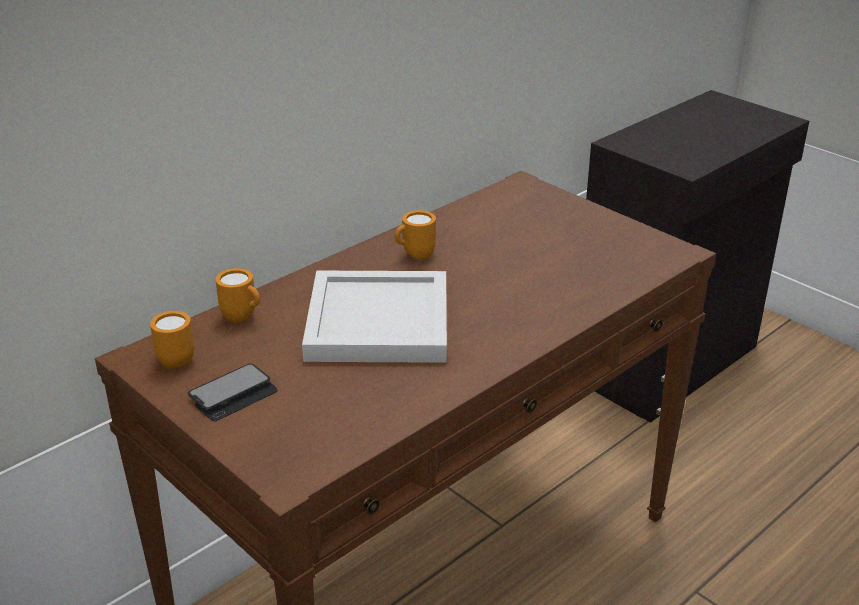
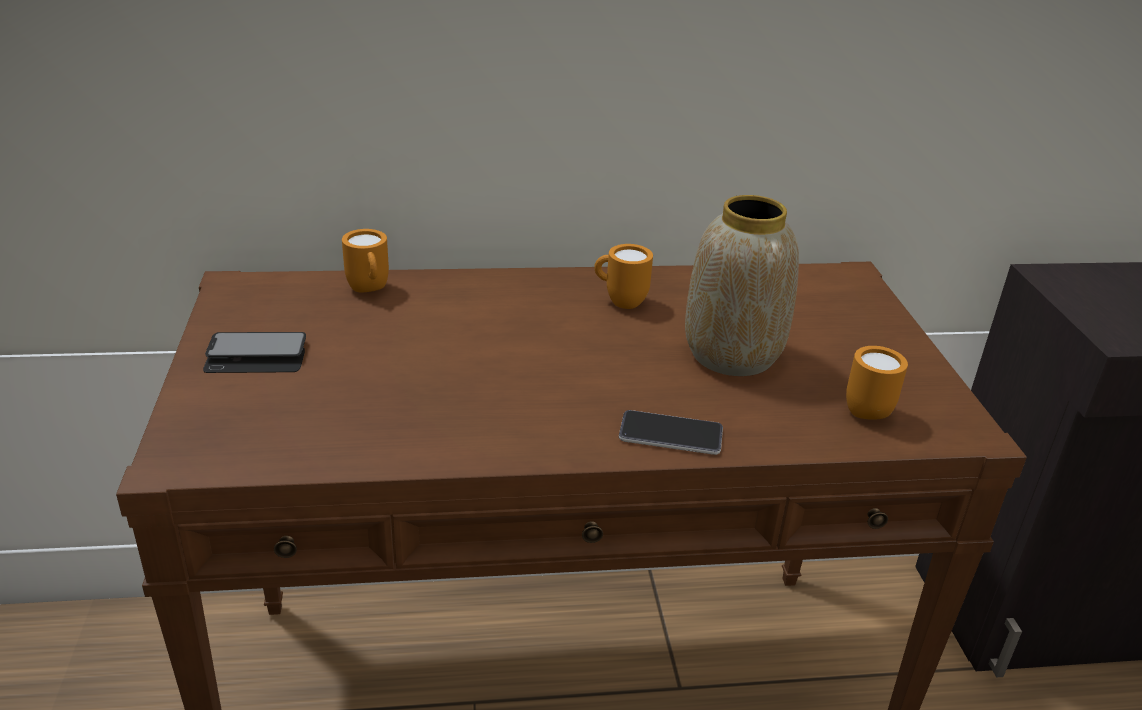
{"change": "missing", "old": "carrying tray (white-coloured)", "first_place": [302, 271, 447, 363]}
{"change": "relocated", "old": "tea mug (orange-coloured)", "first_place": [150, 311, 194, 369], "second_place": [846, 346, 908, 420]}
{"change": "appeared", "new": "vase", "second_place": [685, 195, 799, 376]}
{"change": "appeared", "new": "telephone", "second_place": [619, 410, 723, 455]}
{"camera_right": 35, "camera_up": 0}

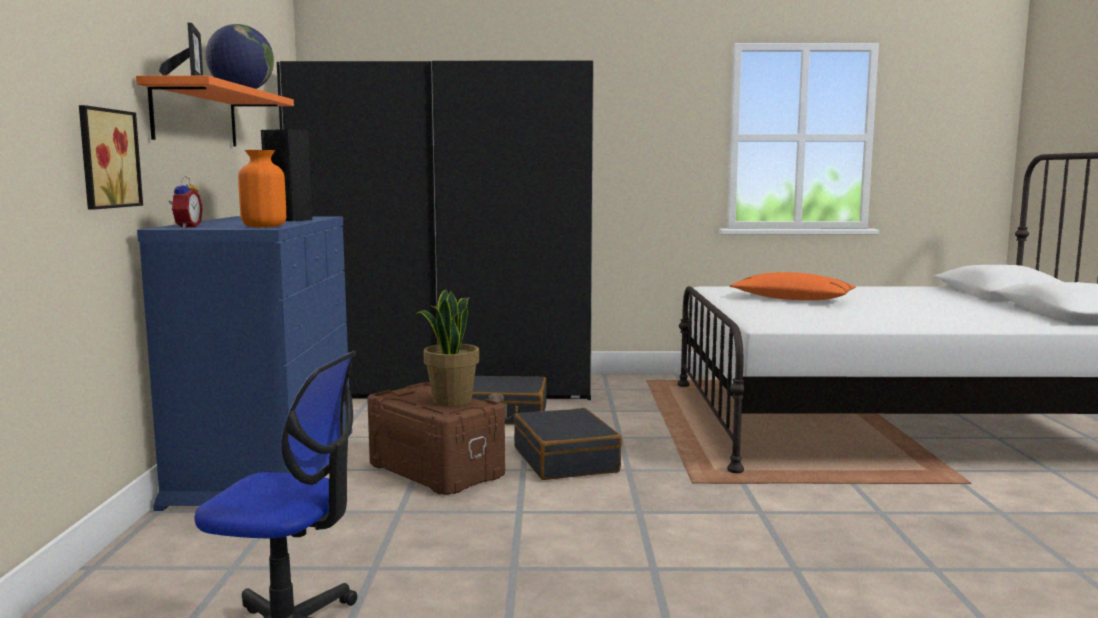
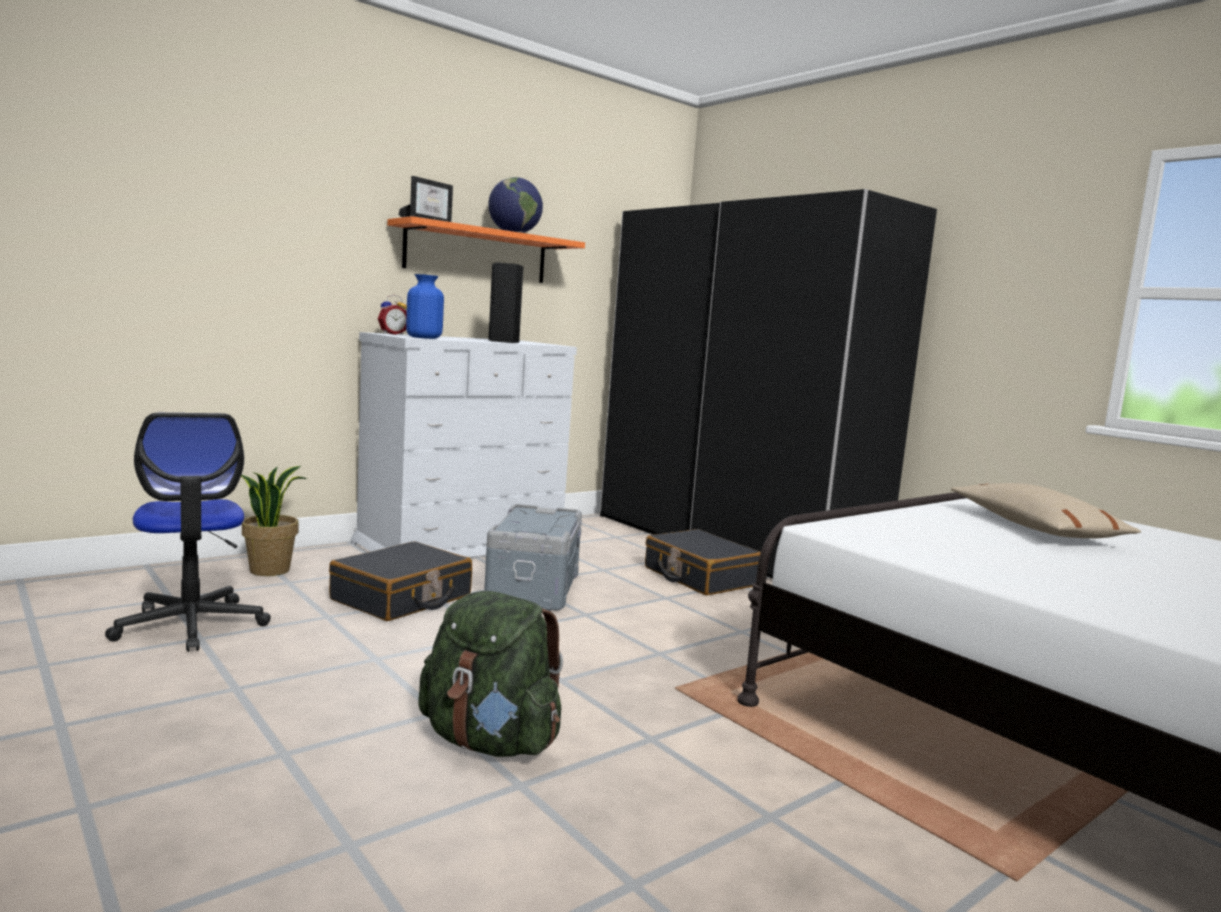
{"change": "missing", "old": "wall picture", "first_place": [79, 105, 143, 210]}
{"change": "colour", "old": "vase (orange-coloured)", "new": "vase (blue-coloured)", "first_place": [238, 150, 286, 227], "second_place": [406, 274, 444, 339]}
{"change": "colour", "old": "dresser (blue-coloured)", "new": "dresser (white-coloured)", "first_place": [137, 216, 352, 511], "second_place": [350, 332, 577, 557]}
{"change": "colour", "old": "pillow (orange-coloured)", "new": "pillow (sand-coloured)", "first_place": [729, 272, 856, 300], "second_place": [951, 483, 1141, 538]}
{"change": "relocated", "old": "houseplant", "first_place": [415, 289, 479, 407], "second_place": [241, 466, 307, 576]}
{"change": "colour", "old": "storage container (brown-coloured)", "new": "storage container (grey)", "first_place": [367, 382, 505, 495], "second_place": [484, 504, 582, 611]}
{"change": "relocated", "old": "piece of luggage (black)", "first_place": [514, 408, 622, 480], "second_place": [329, 541, 472, 621]}
{"change": "appeared", "new": "knapsack (green-coloured)", "second_place": [418, 591, 563, 757]}
{"camera_right": 50, "camera_up": 0}

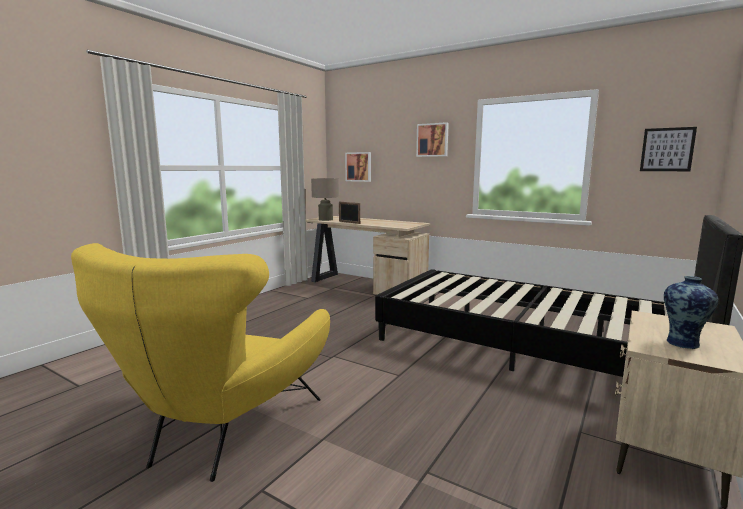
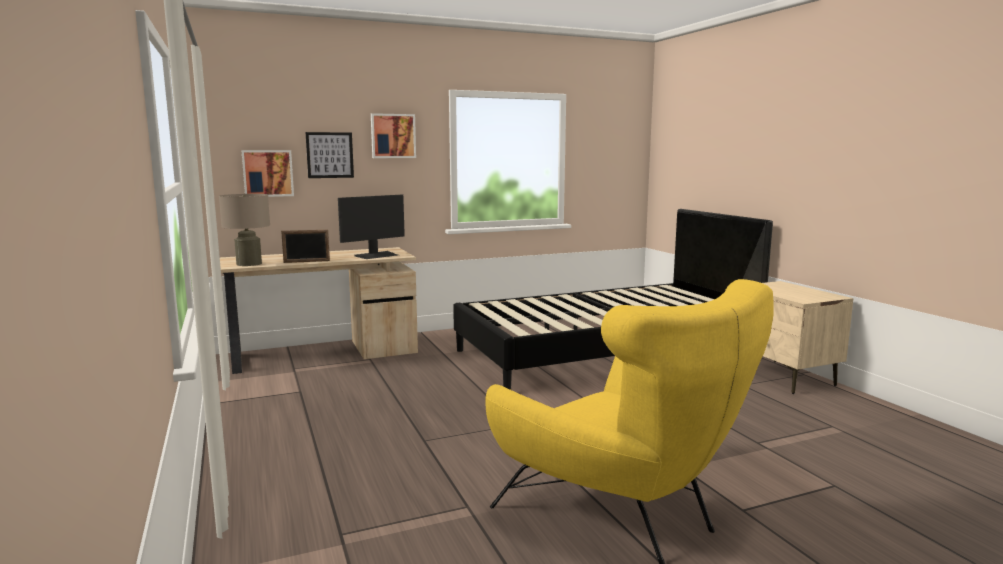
{"change": "relocated", "old": "wall picture", "first_place": [640, 127, 697, 171], "second_place": [305, 132, 354, 178]}
{"change": "missing", "old": "vase", "first_place": [664, 276, 718, 349]}
{"change": "appeared", "new": "computer screen", "second_place": [338, 195, 405, 259]}
{"camera_right": -55, "camera_up": 0}

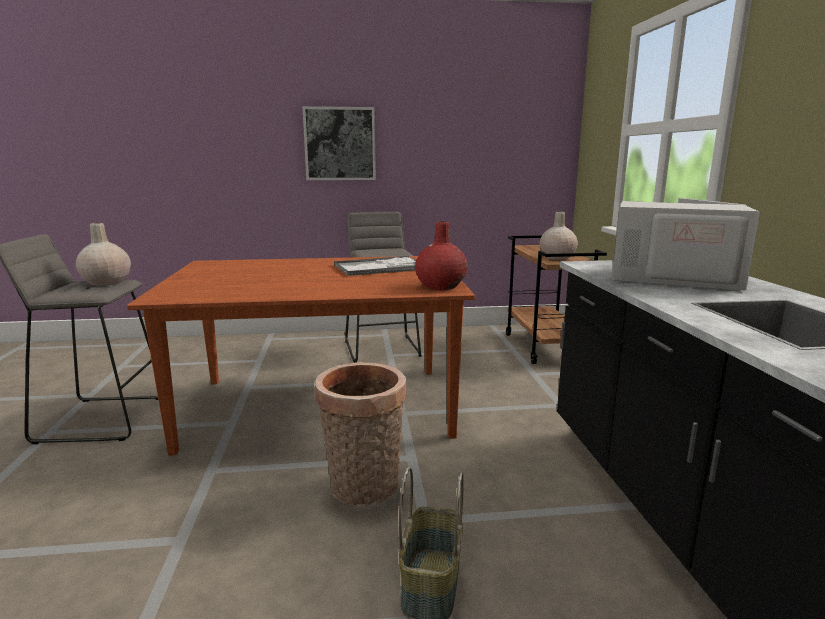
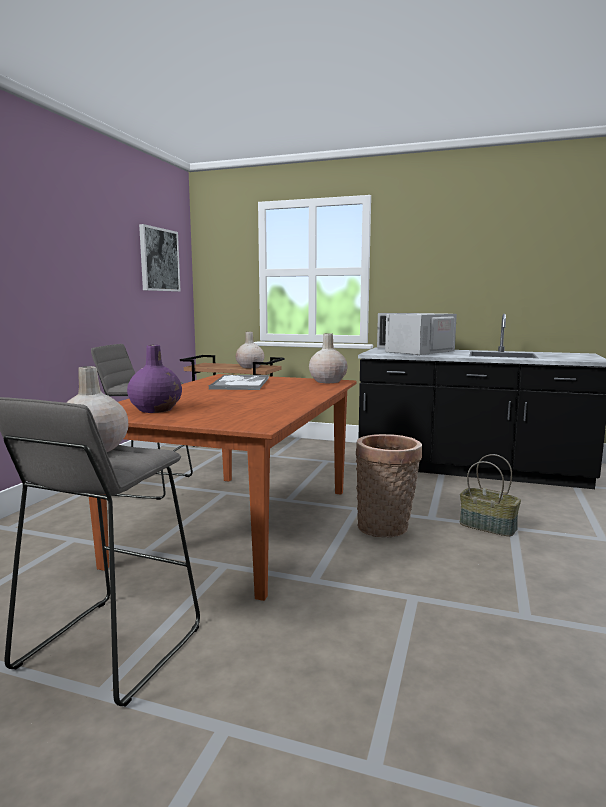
{"change": "relocated", "old": "wall picture", "first_place": [302, 106, 376, 180], "second_place": [139, 224, 181, 291]}
{"change": "colour", "old": "vase (red)", "new": "vase (sand-coloured)", "first_place": [415, 221, 468, 290], "second_place": [309, 333, 347, 383]}
{"change": "appeared", "new": "vase (purplish)", "second_place": [127, 345, 182, 413]}
{"camera_right": -65, "camera_up": -5}

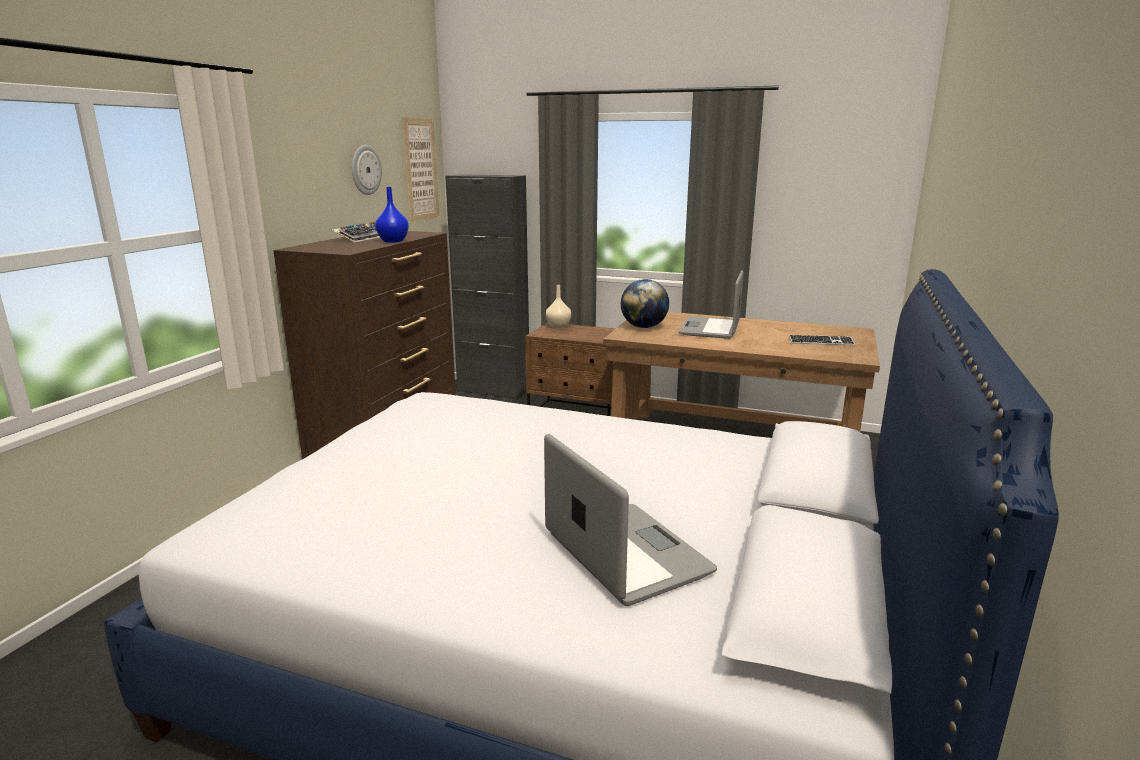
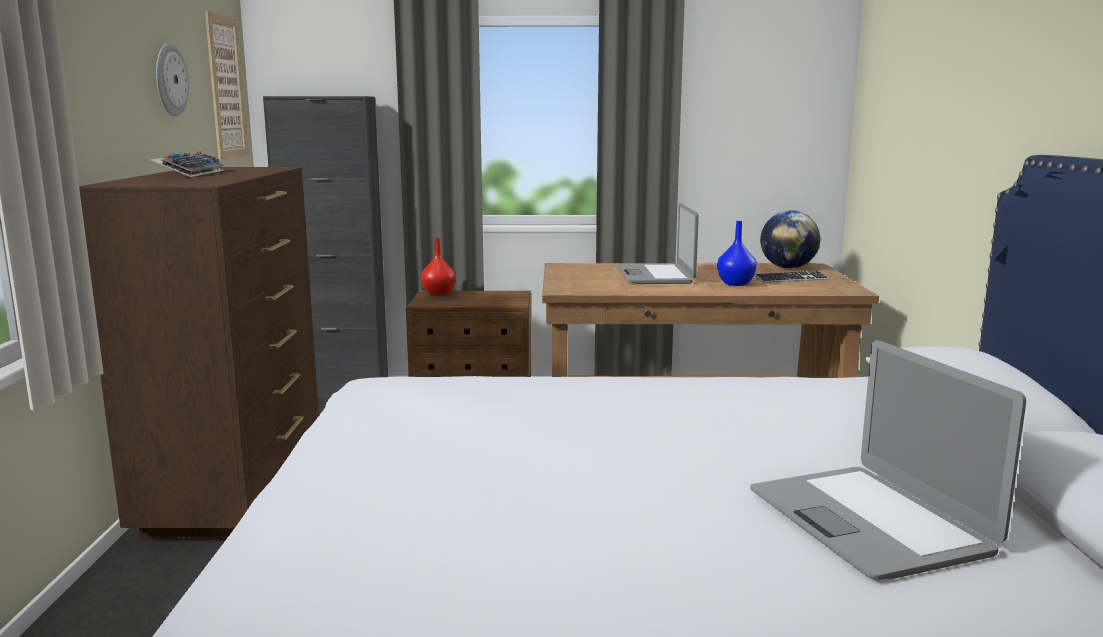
{"change": "relocated", "old": "vase (blue-coloured)", "first_place": [375, 187, 409, 243], "second_place": [717, 221, 757, 286]}
{"change": "relocated", "old": "world globe", "first_place": [621, 279, 669, 328], "second_place": [760, 210, 820, 269]}
{"change": "colour", "old": "vase (sand-coloured)", "new": "vase (red)", "first_place": [546, 285, 571, 328], "second_place": [421, 238, 456, 296]}
{"change": "spun", "old": "portable computer", "first_place": [544, 434, 717, 606], "second_place": [750, 340, 1026, 579], "degrees": -150}
{"camera_right": -20, "camera_up": -5}

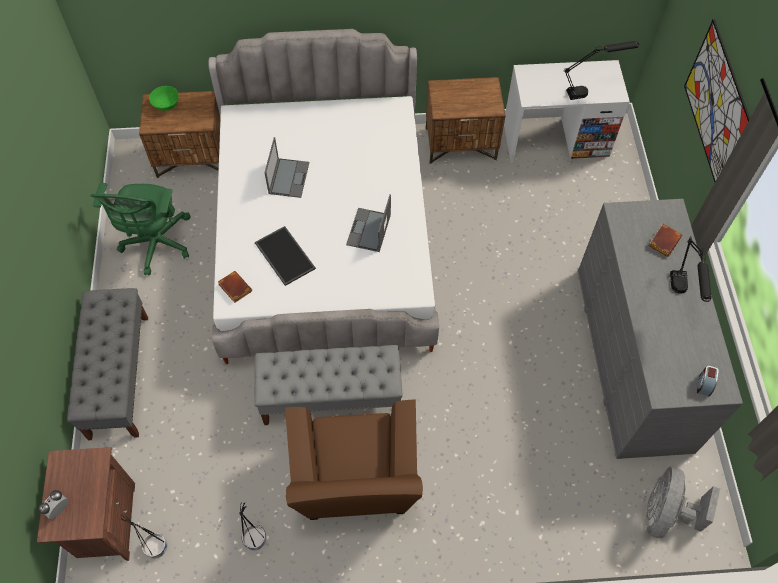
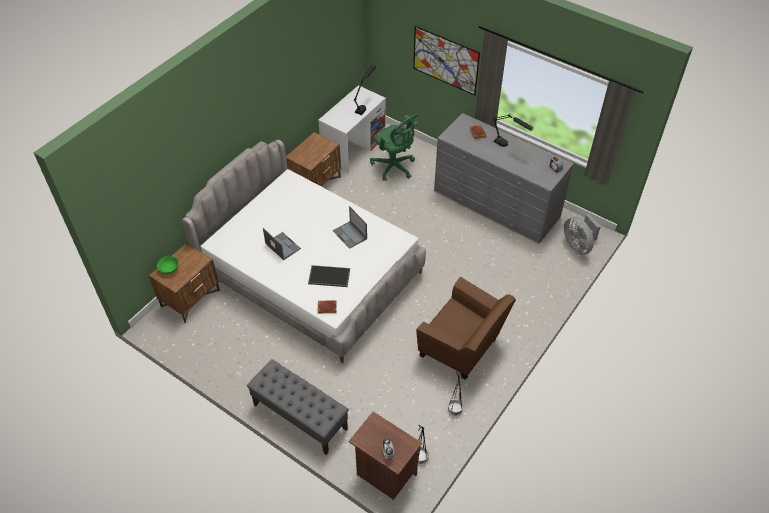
{"change": "relocated", "old": "desk chair (green-coloured)", "first_place": [91, 183, 190, 275], "second_place": [370, 114, 419, 181]}
{"change": "missing", "old": "long seat (grey)", "first_place": [254, 345, 403, 425]}
{"camera_right": -50, "camera_up": -10}

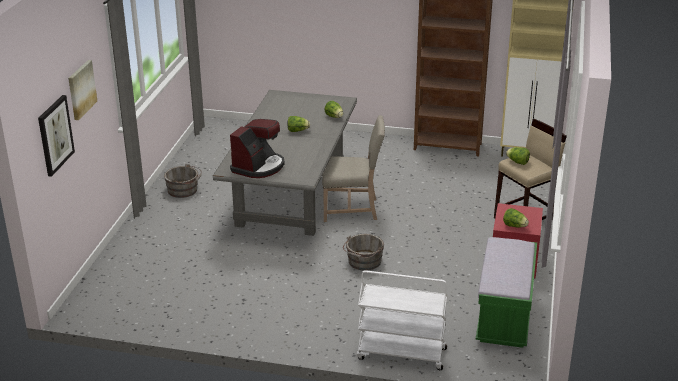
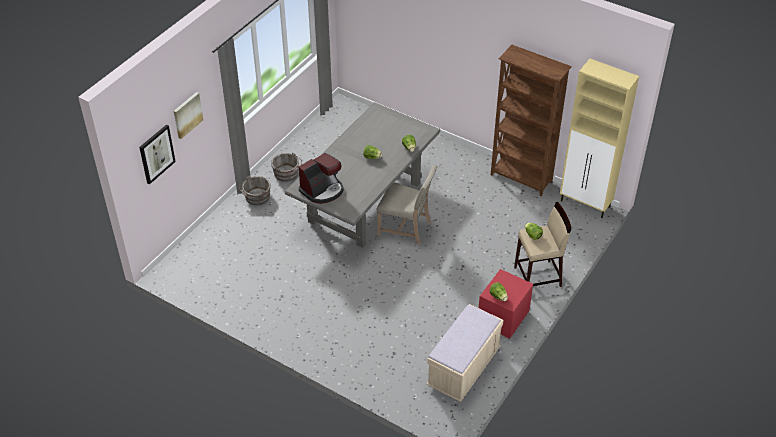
{"change": "relocated", "old": "water bucket (grey)", "first_place": [343, 234, 384, 271], "second_place": [239, 176, 271, 205]}
{"change": "colour", "old": "long seat (green-coloured)", "new": "long seat (sand-coloured)", "first_place": [475, 237, 537, 348], "second_place": [426, 304, 503, 402]}
{"change": "missing", "old": "wheeled cart (white-coloured)", "first_place": [357, 270, 447, 370]}
{"camera_right": 20, "camera_up": 15}

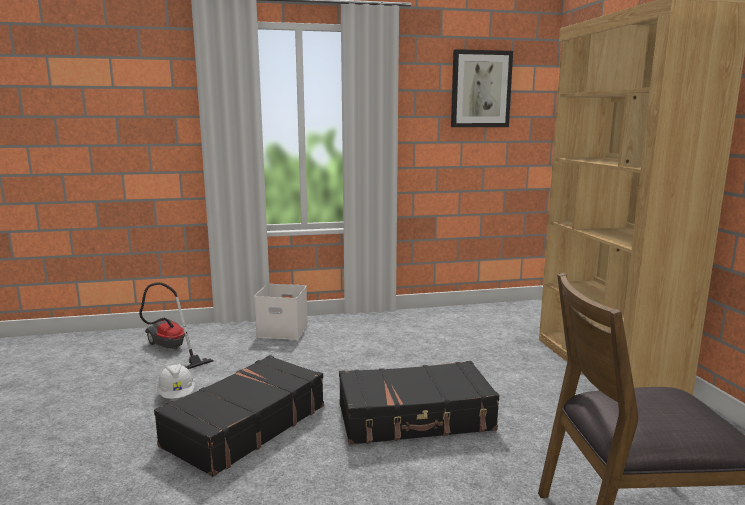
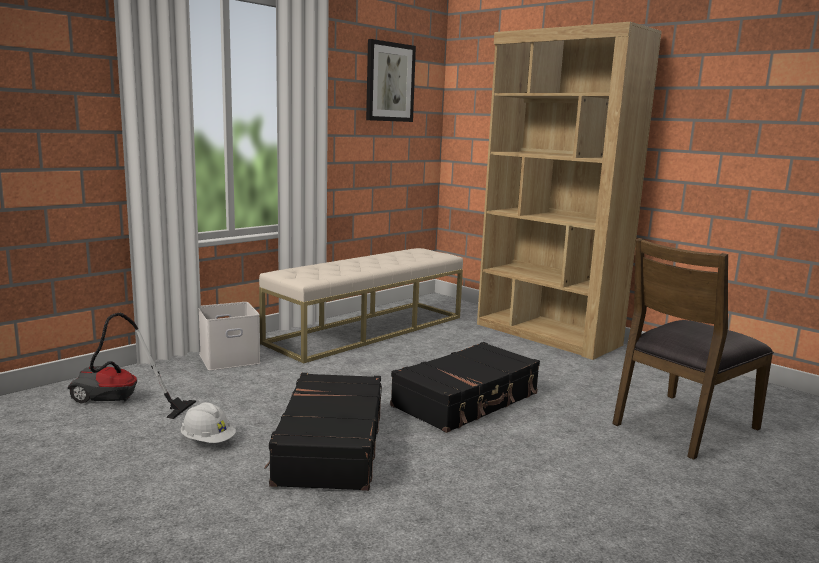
{"change": "appeared", "new": "long seat (sand-coloured)", "second_place": [259, 248, 463, 363]}
{"camera_right": -35, "camera_up": 0}

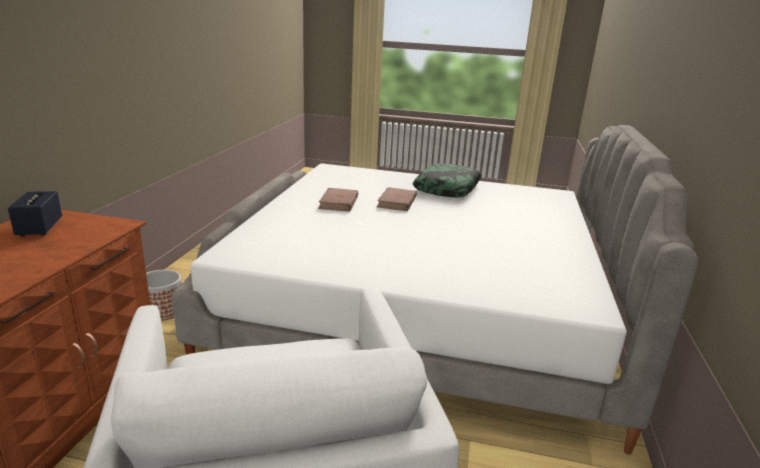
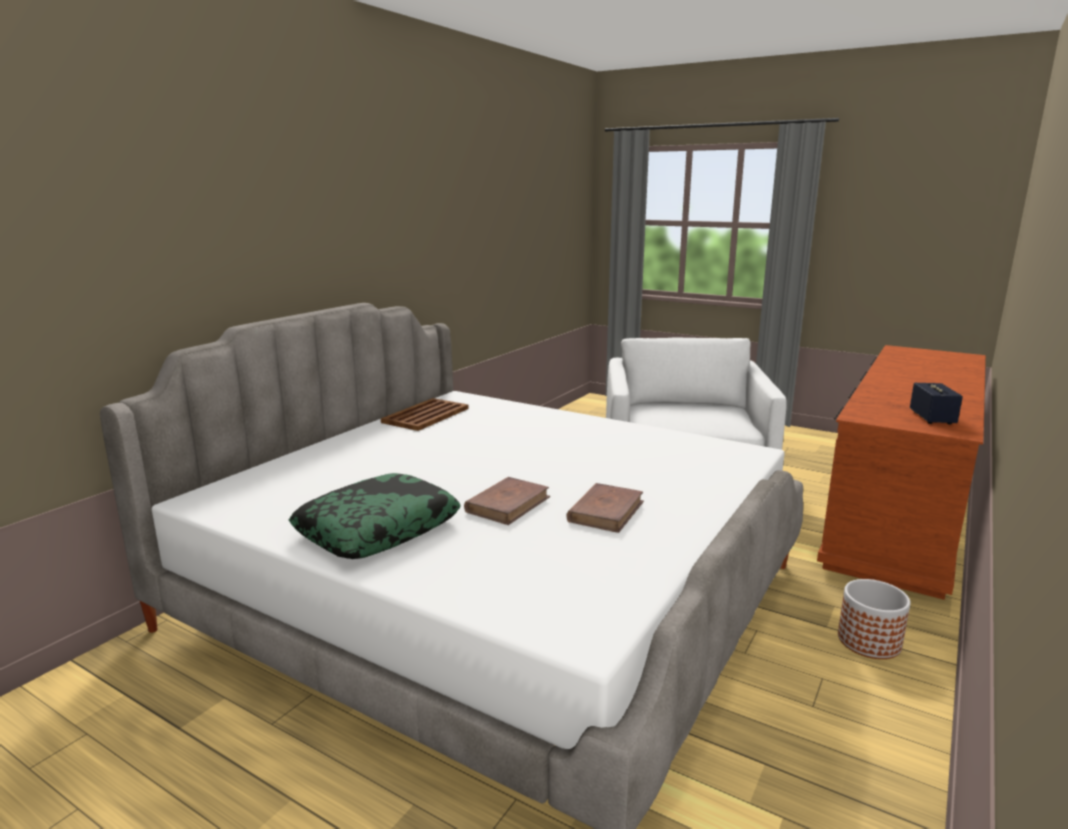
{"change": "appeared", "new": "carrying tray (brown-coloured)", "second_place": [381, 398, 468, 431]}
{"camera_right": -160, "camera_up": -5}

